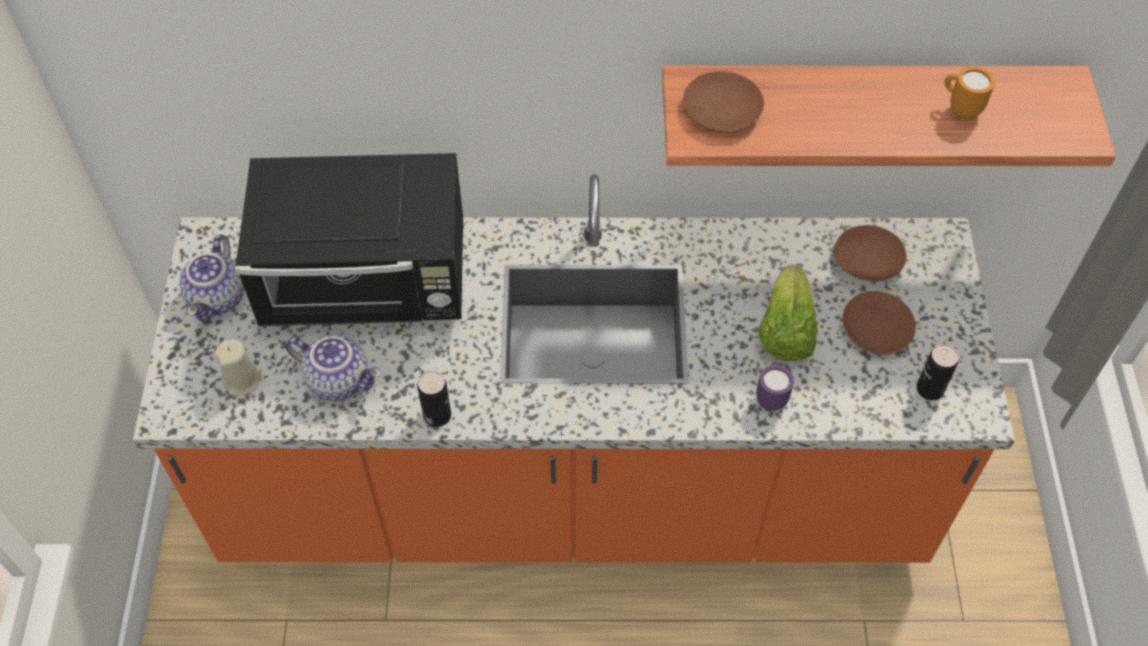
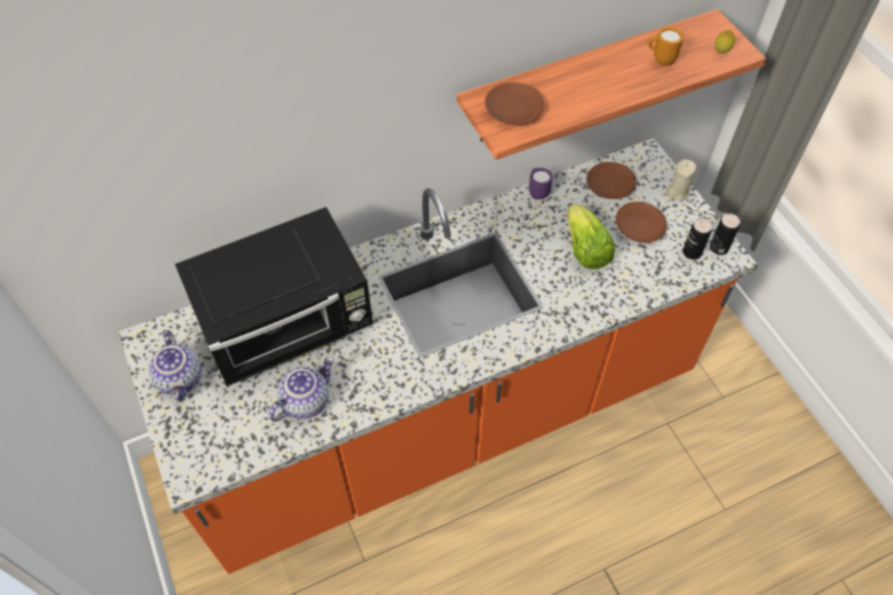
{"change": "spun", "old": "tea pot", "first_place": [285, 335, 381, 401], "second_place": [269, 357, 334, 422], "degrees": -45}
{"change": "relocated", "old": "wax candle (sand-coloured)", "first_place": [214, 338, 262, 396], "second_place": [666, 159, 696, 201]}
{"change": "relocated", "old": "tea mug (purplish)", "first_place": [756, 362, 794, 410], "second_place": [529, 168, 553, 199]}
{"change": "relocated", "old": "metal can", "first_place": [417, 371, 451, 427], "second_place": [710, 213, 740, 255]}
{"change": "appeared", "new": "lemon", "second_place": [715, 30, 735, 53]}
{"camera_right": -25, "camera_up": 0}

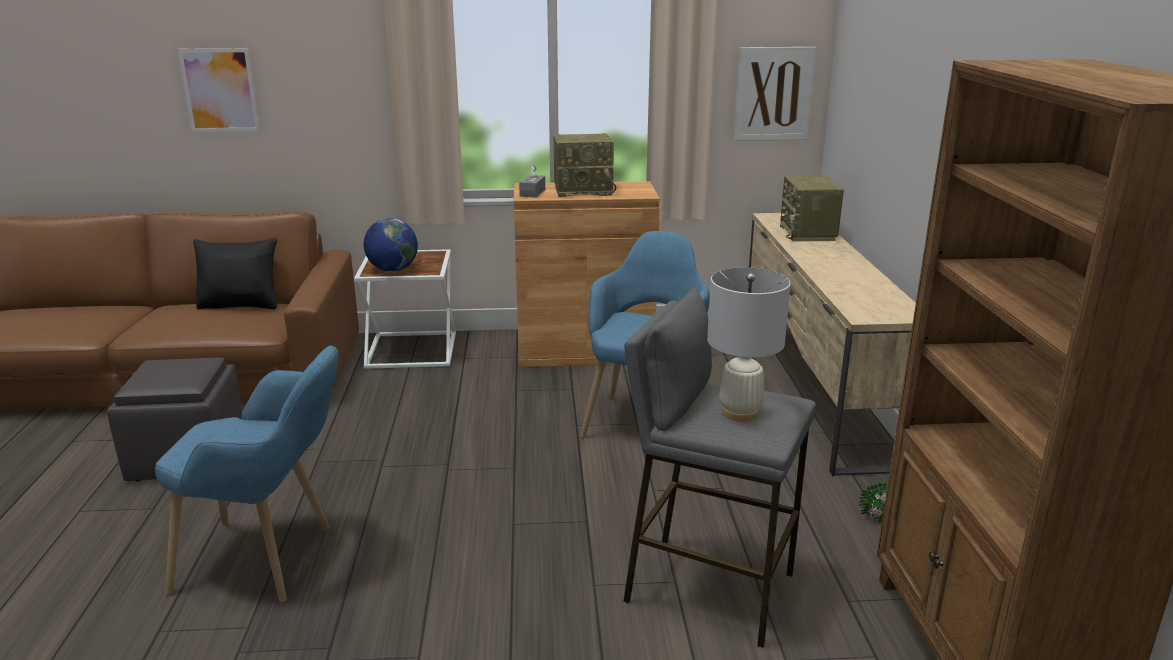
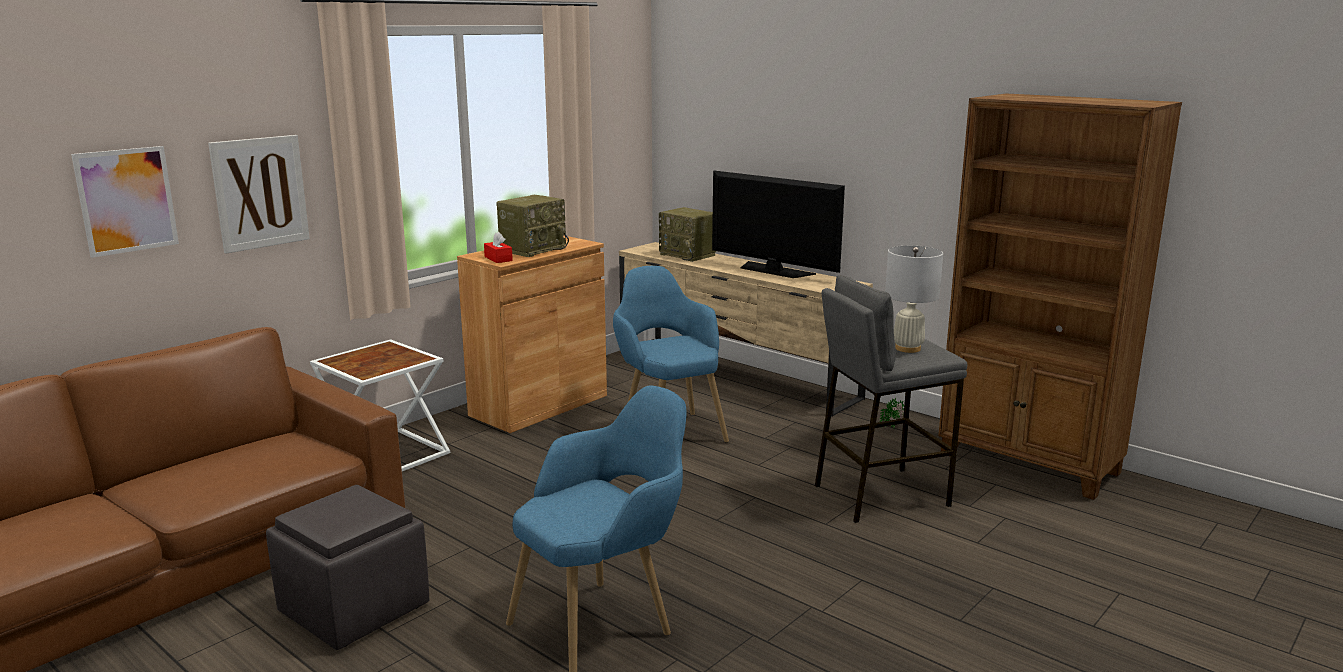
{"change": "relocated", "old": "wall picture", "first_place": [734, 47, 816, 141], "second_place": [208, 135, 310, 254]}
{"change": "colour", "old": "tissue holder (grey)", "new": "tissue holder (red)", "first_place": [519, 165, 545, 197], "second_place": [484, 232, 513, 263]}
{"change": "missing", "old": "world globe", "first_place": [364, 218, 418, 272]}
{"change": "missing", "old": "pillow (black)", "first_place": [193, 238, 277, 310]}
{"change": "appeared", "new": "TV", "second_place": [712, 171, 845, 278]}
{"camera_right": -45, "camera_up": -5}

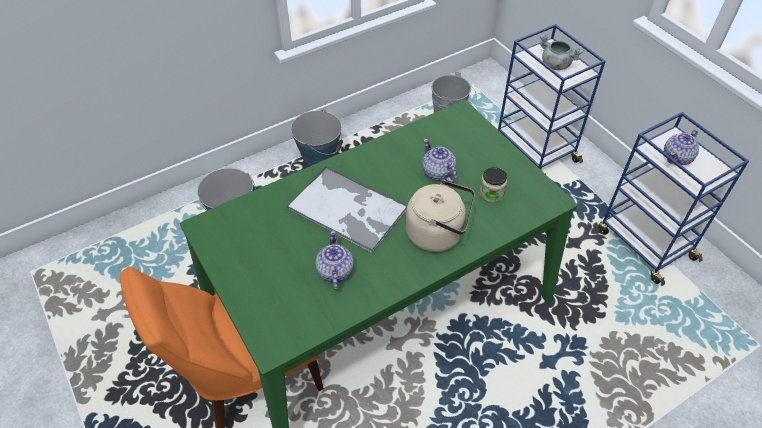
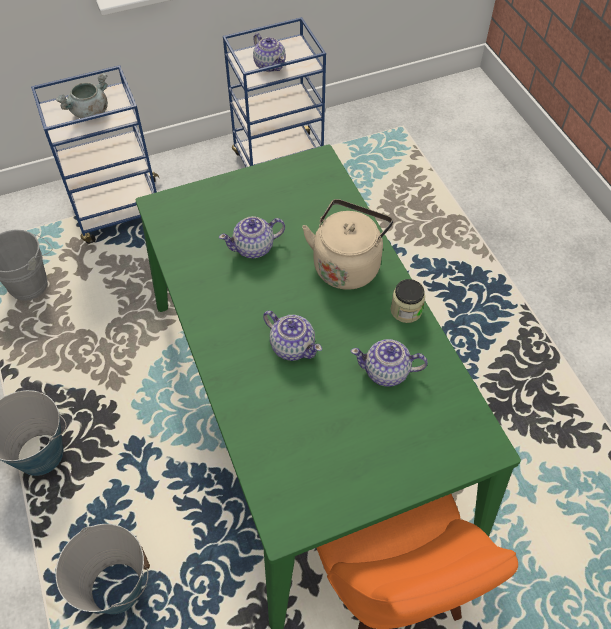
{"change": "exchanged", "old": "carrying tray", "new": "tea pot", "first_place": [287, 166, 407, 253], "second_place": [263, 311, 322, 361]}
{"change": "relocated", "old": "jar", "first_place": [479, 167, 507, 202], "second_place": [391, 279, 425, 323]}
{"camera_right": -80, "camera_up": 5}

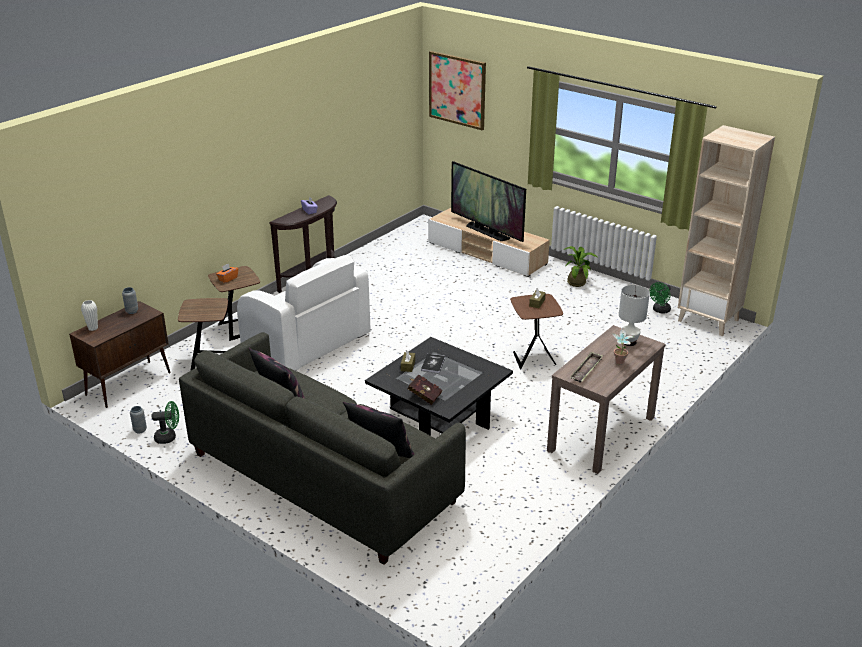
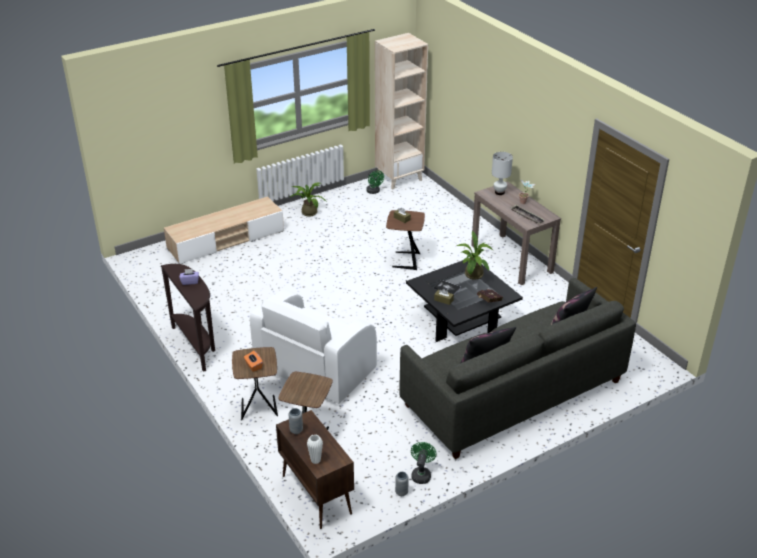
{"change": "missing", "old": "wall picture", "first_place": [429, 51, 486, 130]}
{"change": "missing", "old": "TV", "first_place": [451, 161, 526, 242]}
{"change": "spun", "old": "easy chair (white-coloured)", "first_place": [237, 255, 371, 371], "second_place": [250, 290, 377, 404], "degrees": 150}
{"change": "appeared", "new": "houseplant", "second_place": [456, 231, 493, 280]}
{"camera_right": -70, "camera_up": 5}

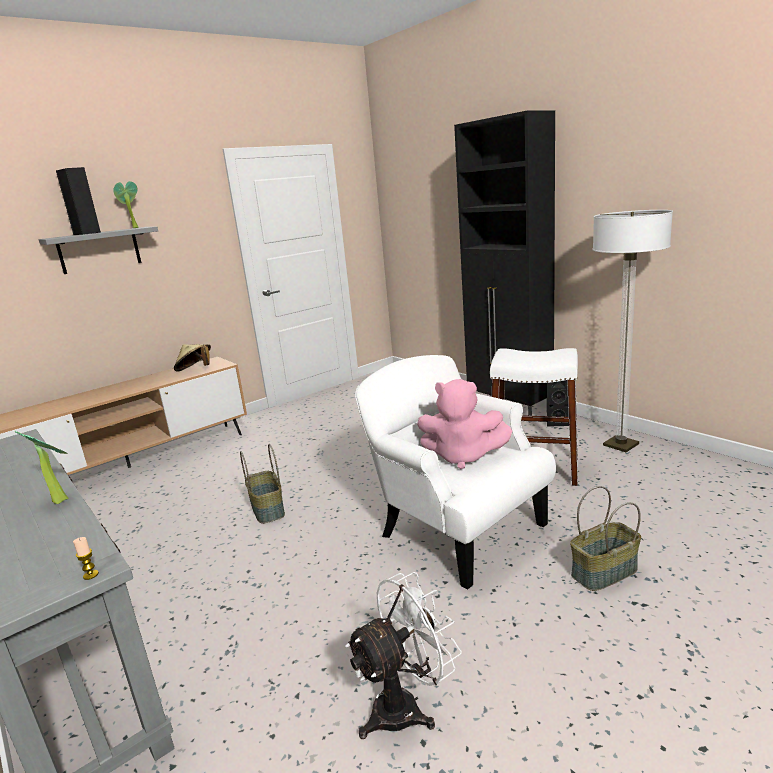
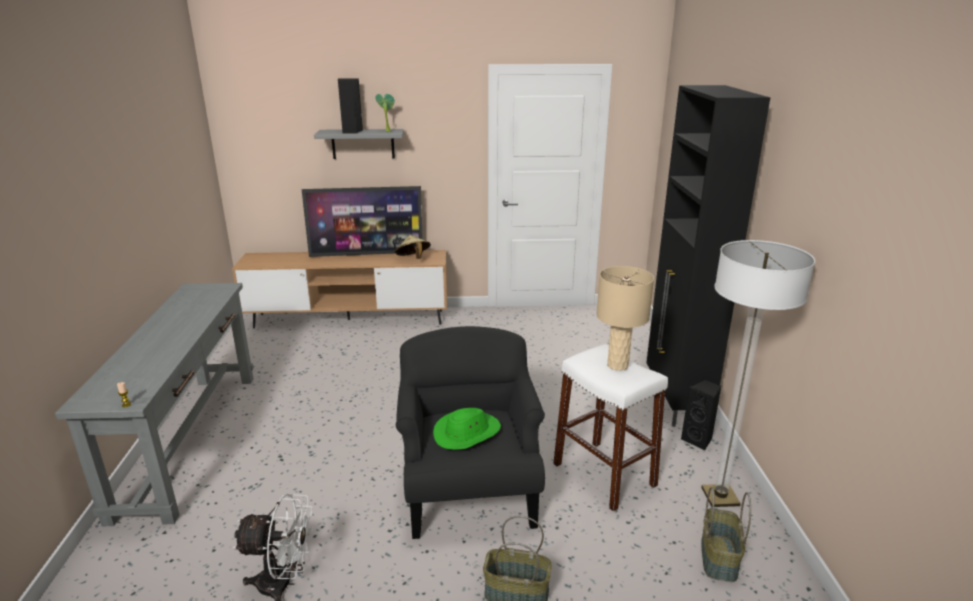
{"change": "colour", "old": "easy chair (white-coloured)", "new": "easy chair (black)", "first_place": [355, 355, 556, 590], "second_place": [396, 326, 545, 539]}
{"change": "exchanged", "old": "cuddly toy (pink)", "new": "clothing hat (green-coloured)", "first_place": [417, 379, 512, 469], "second_place": [433, 408, 501, 450]}
{"change": "missing", "old": "houseplant", "first_place": [14, 431, 68, 504]}
{"change": "relocated", "old": "household basket", "first_place": [240, 444, 285, 524], "second_place": [701, 487, 751, 582]}
{"change": "appeared", "new": "TV", "second_place": [302, 186, 423, 257]}
{"change": "appeared", "new": "lamp for a table (sand-coloured)", "second_place": [596, 266, 654, 371]}
{"camera_right": 35, "camera_up": 5}

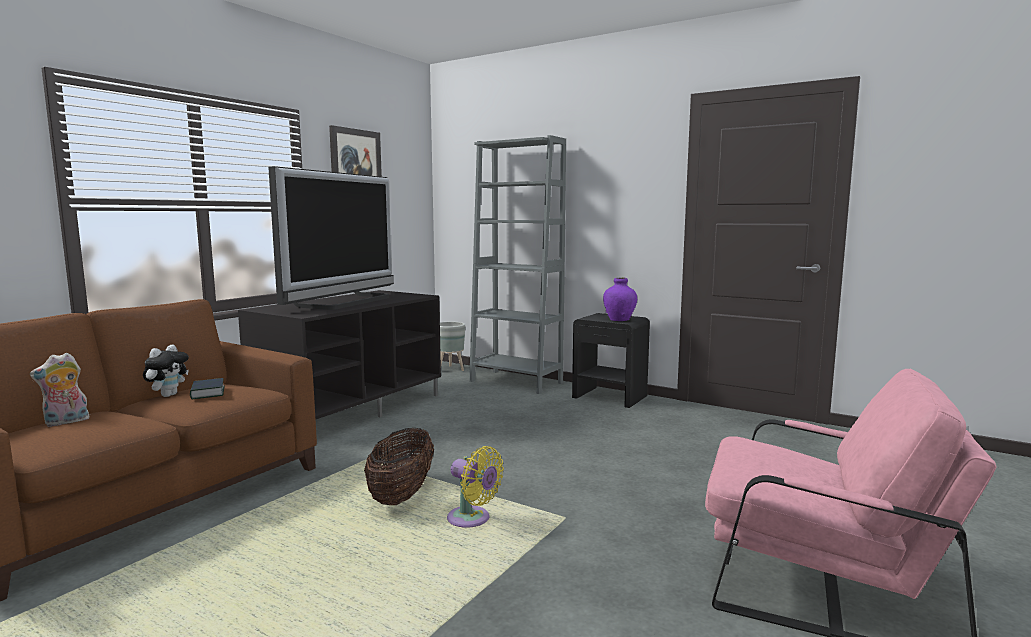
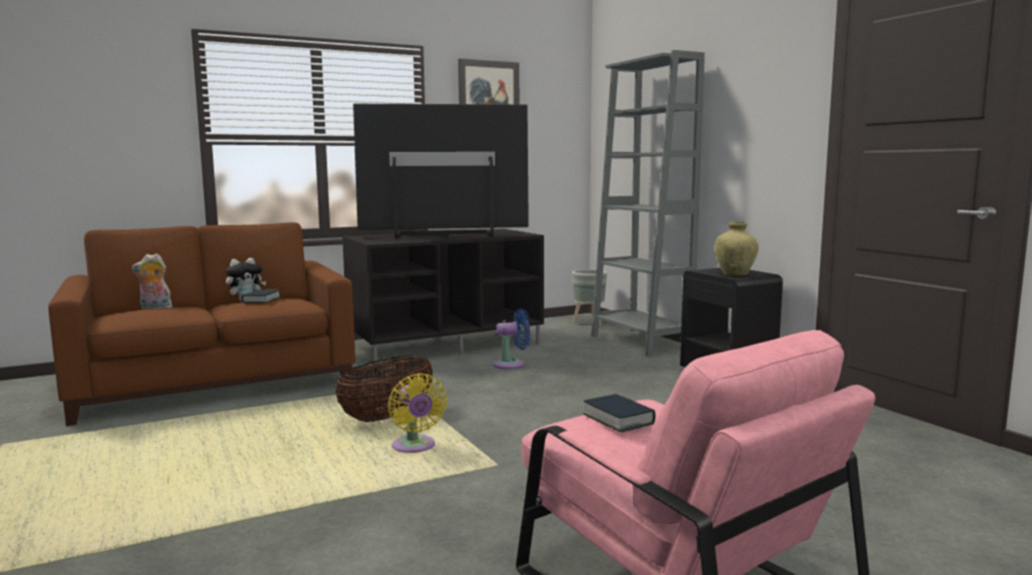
{"change": "spun", "old": "TV", "first_place": [268, 166, 394, 310], "second_place": [353, 104, 529, 239], "degrees": -150}
{"change": "colour", "old": "vase (purplish)", "new": "vase (sand-coloured)", "first_place": [603, 277, 637, 321], "second_place": [714, 221, 759, 276]}
{"change": "appeared", "new": "cooling fan (blue-coloured)", "second_place": [493, 308, 531, 369]}
{"change": "appeared", "new": "bound book", "second_place": [583, 394, 655, 432]}
{"camera_right": 30, "camera_up": 0}

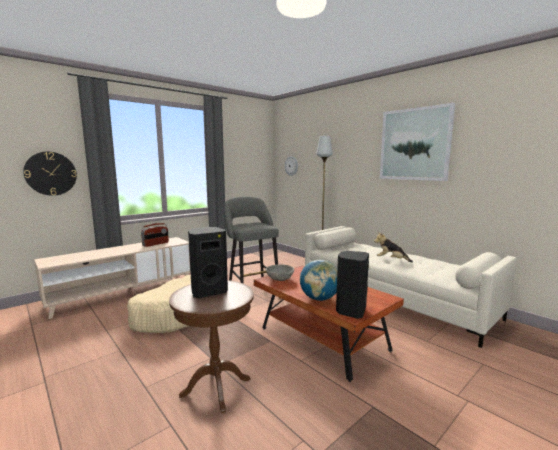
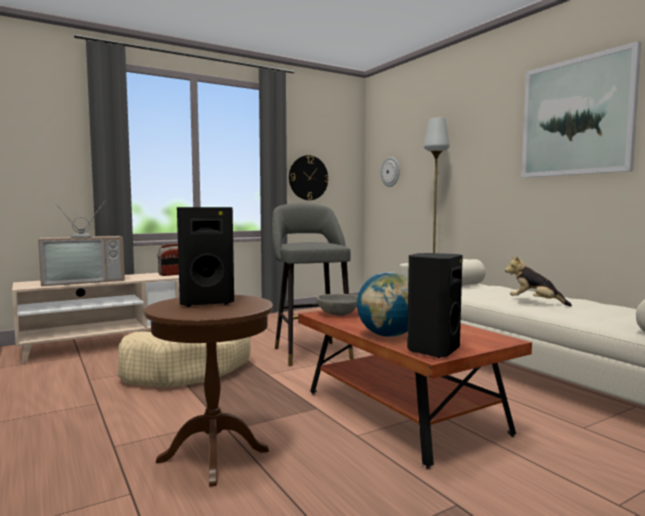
{"change": "relocated", "old": "wall clock", "first_place": [23, 152, 77, 196], "second_place": [289, 155, 329, 200]}
{"change": "appeared", "new": "TV", "second_place": [38, 200, 125, 286]}
{"camera_right": 10, "camera_up": -5}

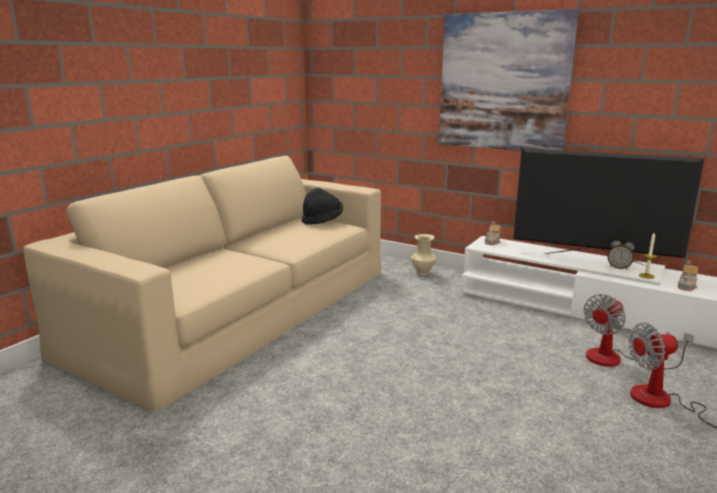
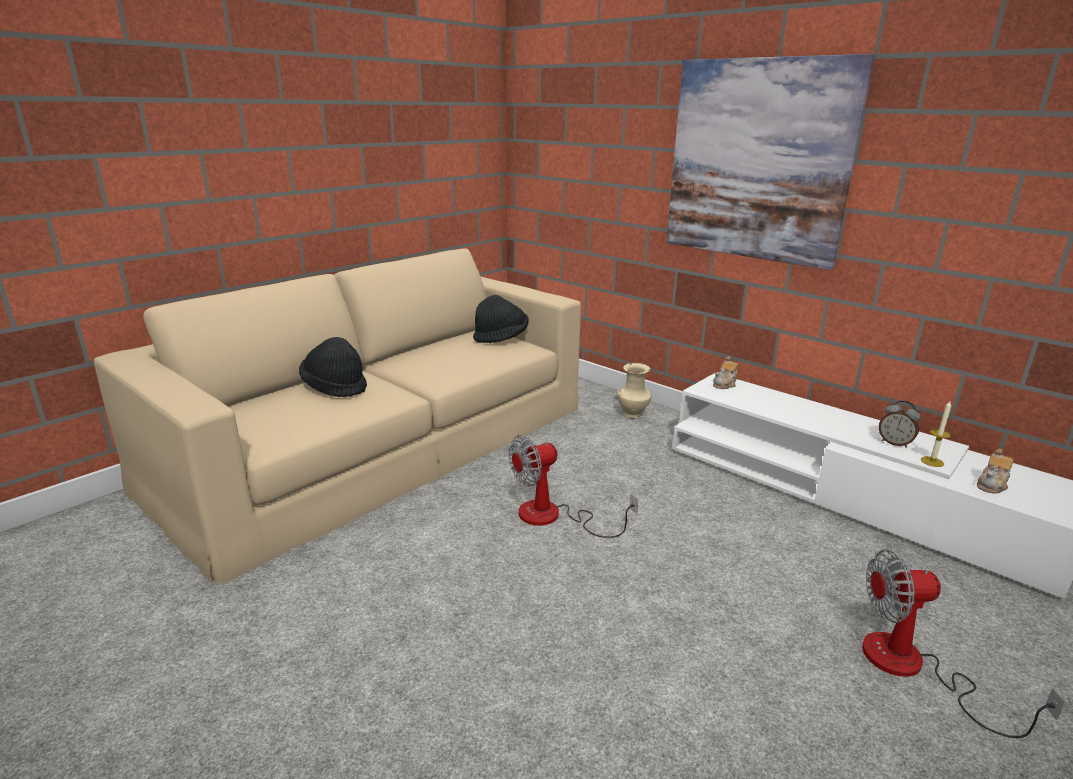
{"change": "missing", "old": "TV", "first_place": [513, 148, 705, 266]}
{"change": "relocated", "old": "cooling fan", "first_place": [584, 294, 694, 369], "second_place": [509, 435, 638, 538]}
{"change": "appeared", "new": "clothing hat (black)", "second_place": [299, 337, 367, 397]}
{"camera_right": 10, "camera_up": 5}

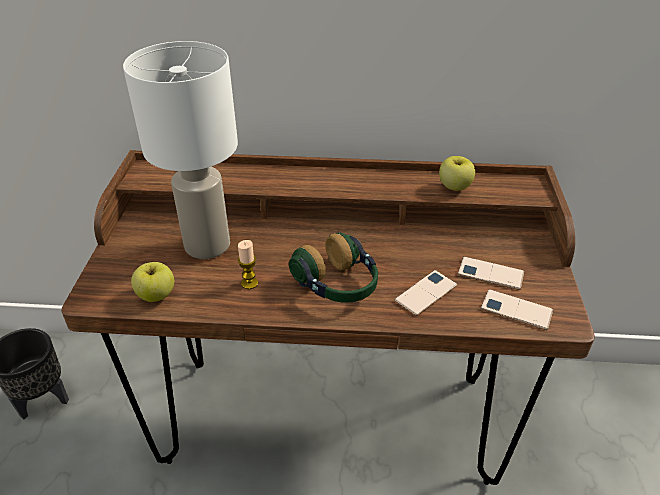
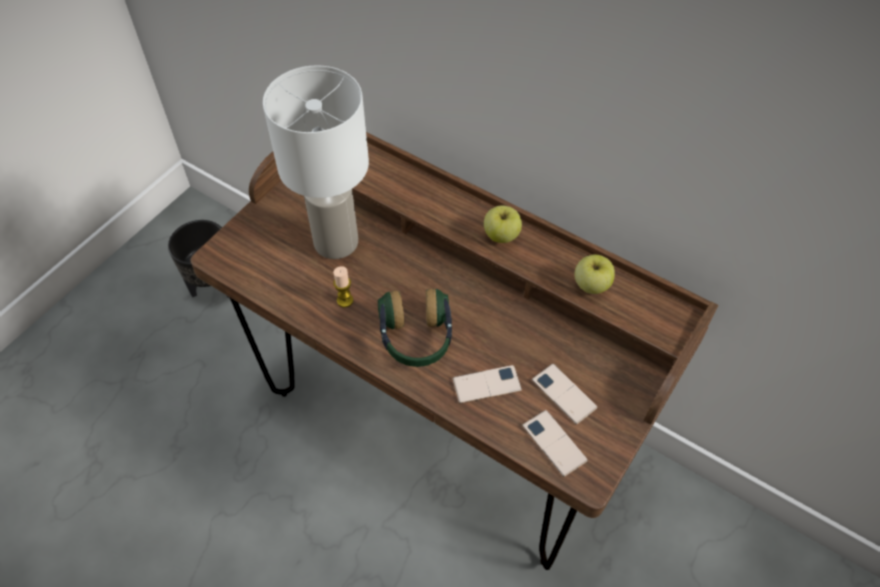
{"change": "relocated", "old": "whole apple", "first_place": [131, 262, 174, 302], "second_place": [484, 205, 522, 243]}
{"camera_right": 30, "camera_up": 15}

